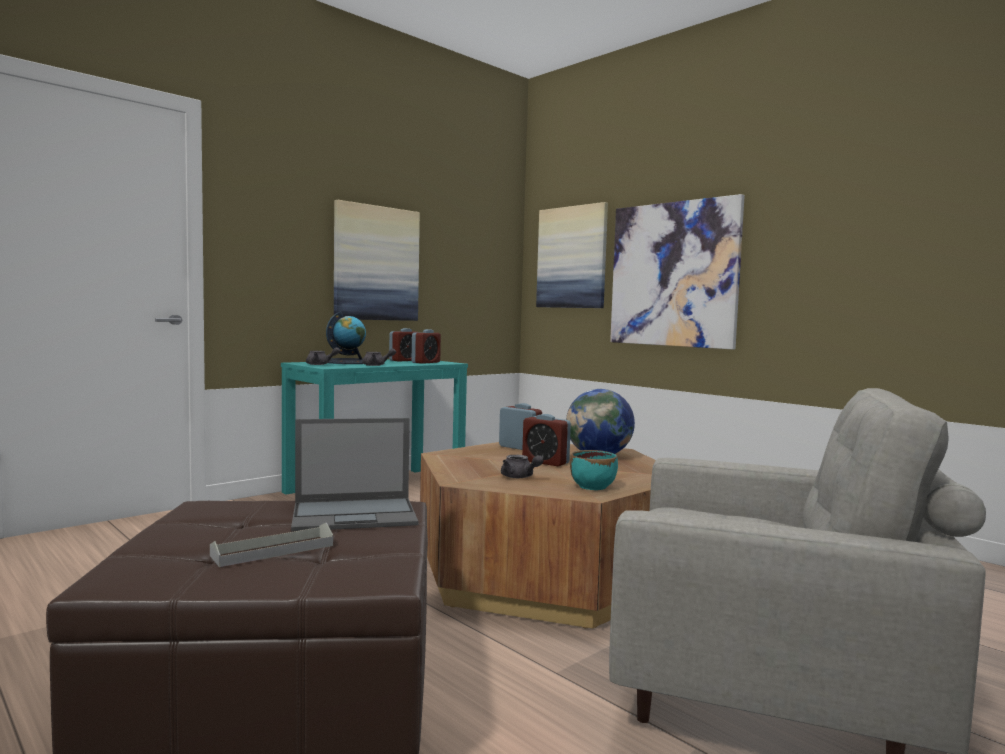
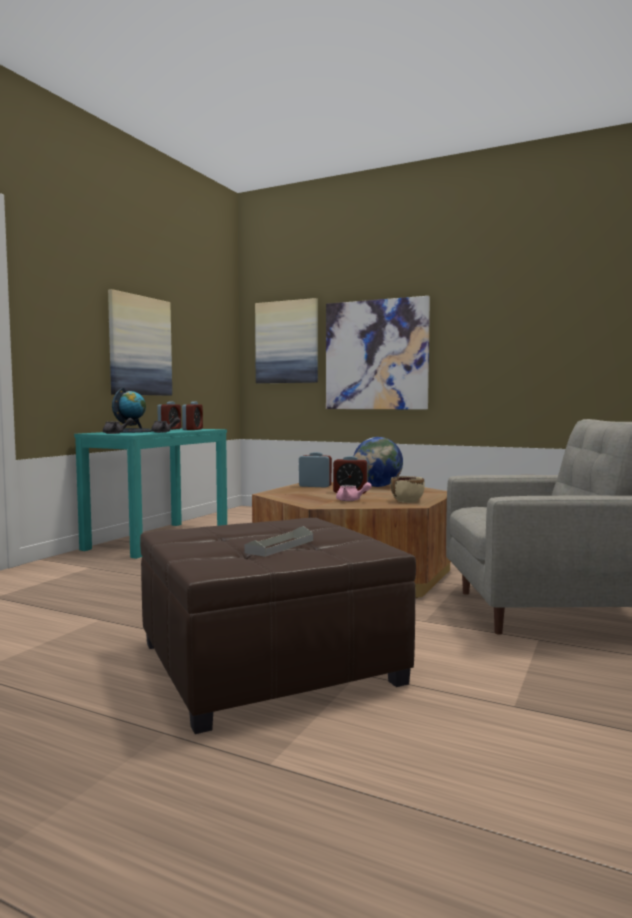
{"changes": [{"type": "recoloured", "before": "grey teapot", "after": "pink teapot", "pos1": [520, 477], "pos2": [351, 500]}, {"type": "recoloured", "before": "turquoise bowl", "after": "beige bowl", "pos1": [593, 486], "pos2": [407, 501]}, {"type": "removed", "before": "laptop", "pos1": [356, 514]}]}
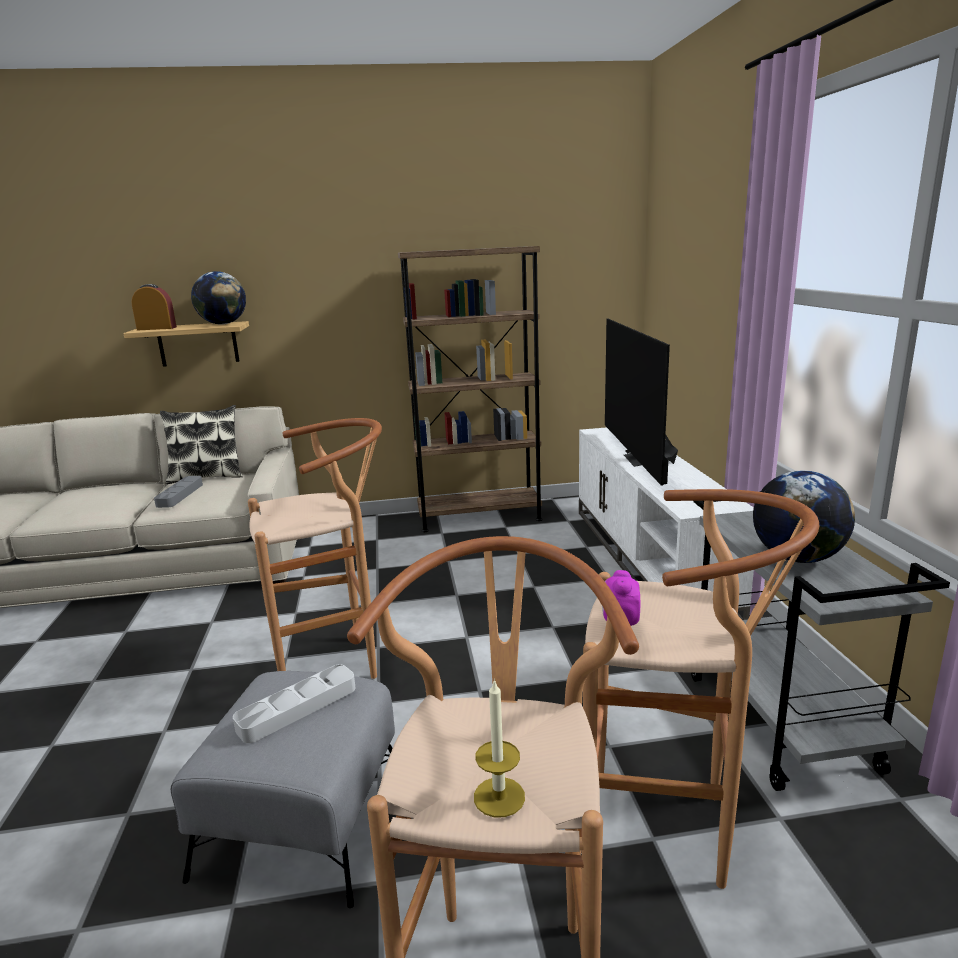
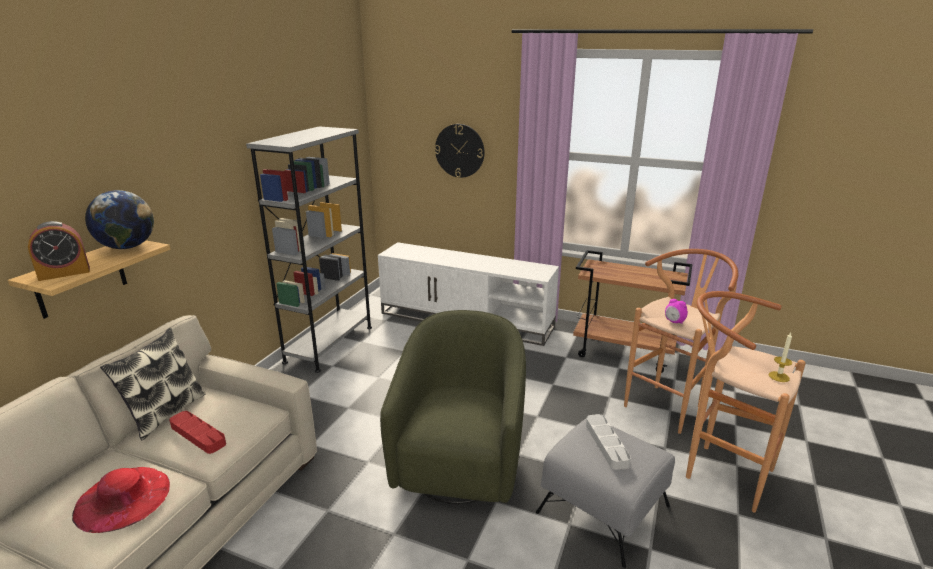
{"changes": [{"type": "turned", "before": "alarm clock", "pos1": [156, 328], "pos2": [64, 273], "turn": -150}, {"type": "added", "after": "red hat", "pos2": [123, 498]}, {"type": "recoloured", "before": "grey tray", "after": "red tray", "pos1": [180, 495], "pos2": [198, 435]}, {"type": "recoloured", "before": "brown bookcase", "after": "grey bookcase", "pos1": [479, 516], "pos2": [329, 344]}, {"type": "replaced", "before": "brown stool", "after": "green armchair", "pos1": [336, 664], "pos2": [460, 460]}, {"type": "added", "after": "wall clock", "pos2": [459, 150]}, {"type": "recoloured", "before": "grey cart", "after": "brown cart", "pos1": [781, 722], "pos2": [624, 352]}, {"type": "removed", "before": "television", "pos1": [641, 460]}, {"type": "removed", "before": "globe", "pos1": [797, 558]}]}
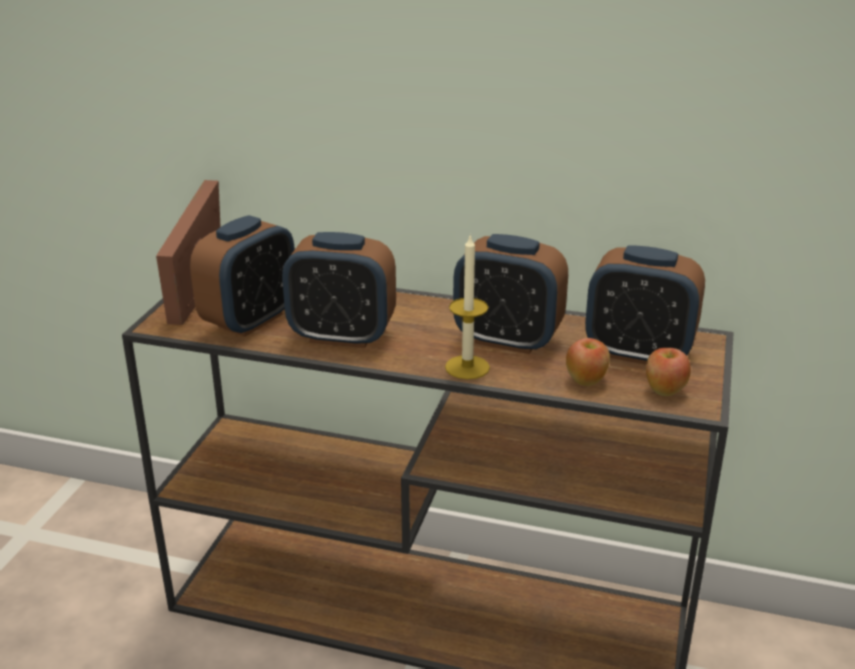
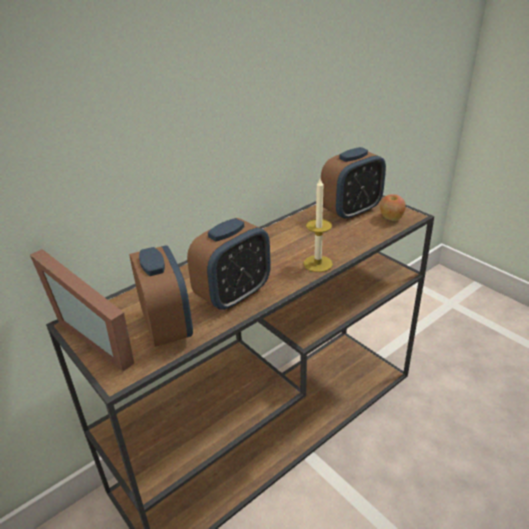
{"changes": [{"type": "removed", "before": "alarm clock", "pos1": [507, 340]}, {"type": "removed", "before": "apple", "pos1": [586, 380]}]}
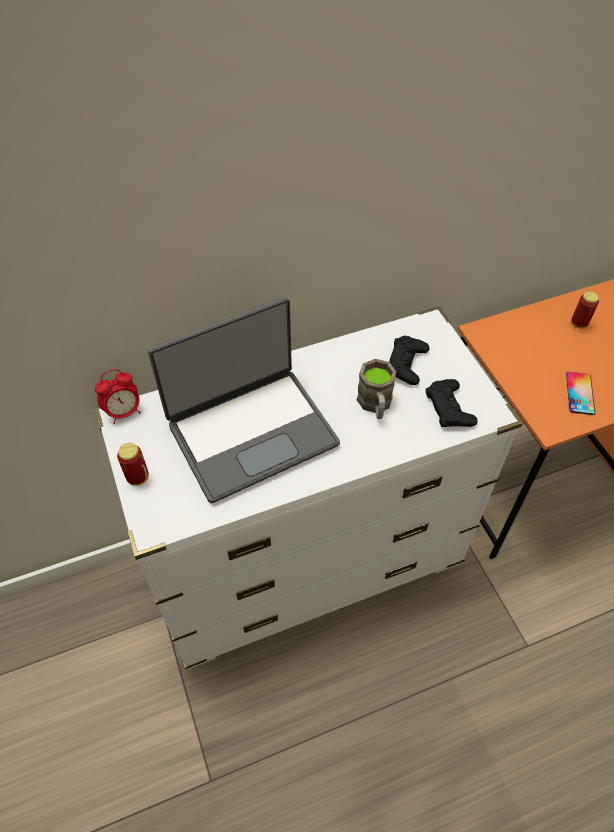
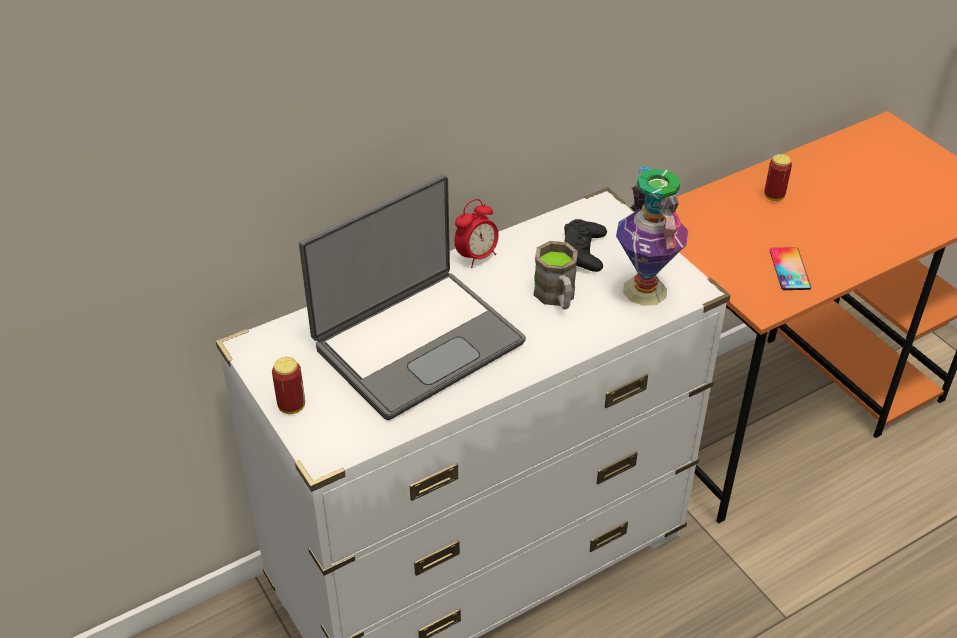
{"changes": [{"type": "moved", "before": "alarm clock", "pos1": [124, 412], "pos2": [477, 256]}, {"type": "replaced", "before": "black game controller", "after": "vase", "pos1": [449, 408], "pos2": [643, 290]}]}
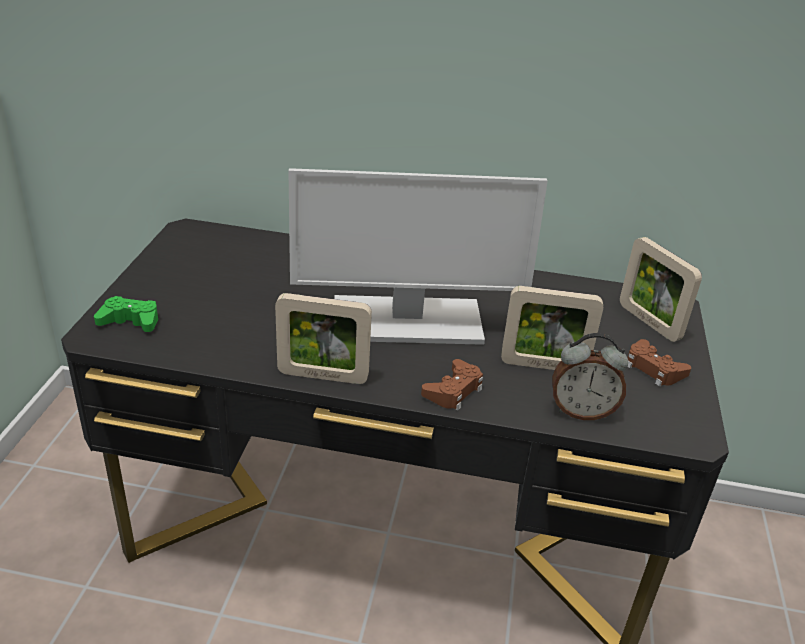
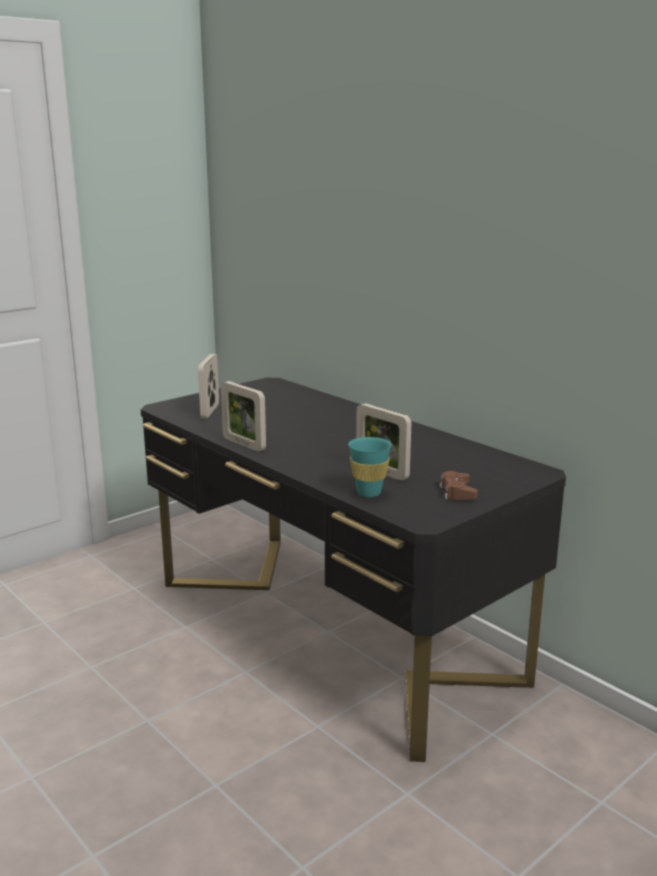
{"changes": [{"type": "moved", "before": "picture frame", "pos1": [649, 322], "pos2": [210, 411]}, {"type": "replaced", "before": "alarm clock", "after": "turquoise cup", "pos1": [581, 411], "pos2": [369, 493]}, {"type": "removed", "before": "green game controller", "pos1": [130, 321]}, {"type": "removed", "before": "monitor", "pos1": [405, 322]}, {"type": "removed", "before": "brown game controller", "pos1": [453, 391]}]}
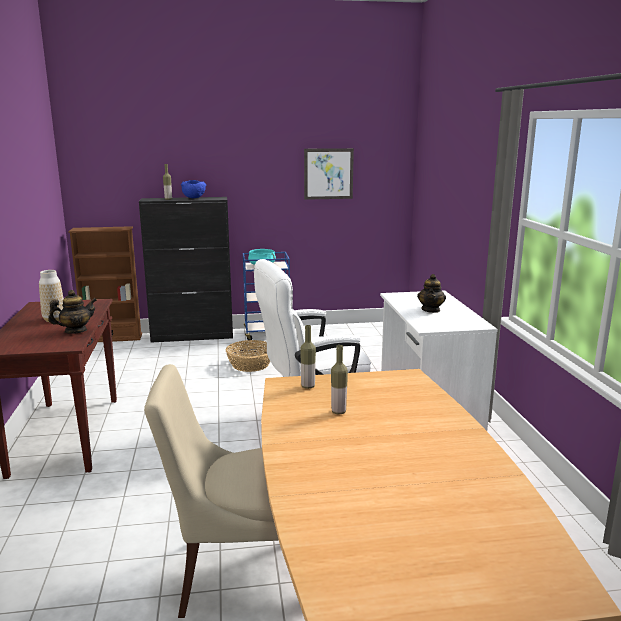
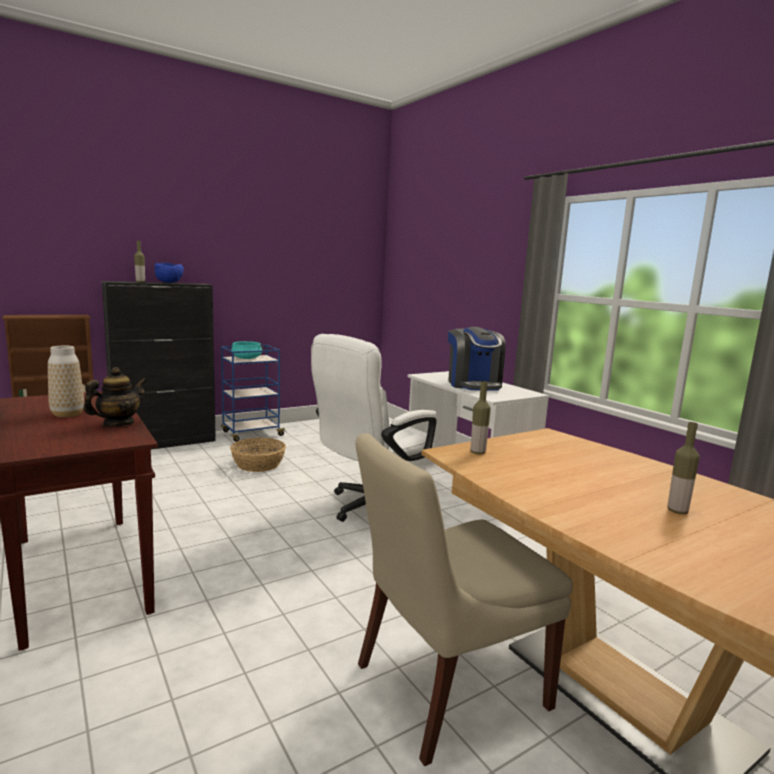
{"changes": [{"type": "replaced", "before": "teapot", "after": "coffee machine", "pos1": [431, 310], "pos2": [473, 384]}, {"type": "moved", "before": "bottle", "pos1": [338, 412], "pos2": [677, 511]}, {"type": "removed", "before": "picture", "pos1": [328, 174]}]}
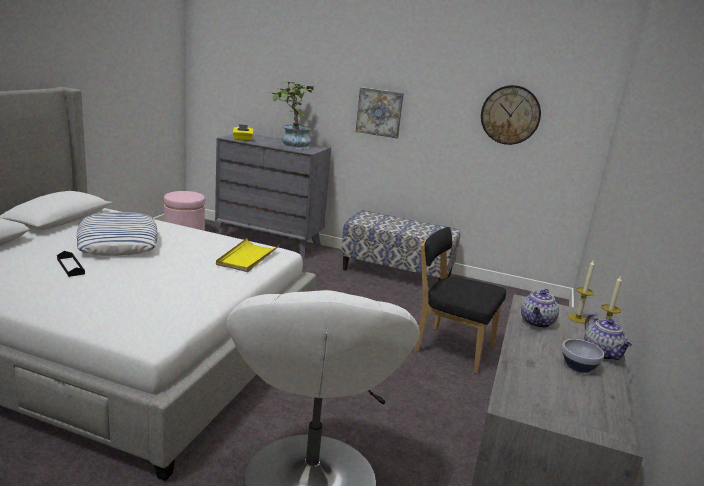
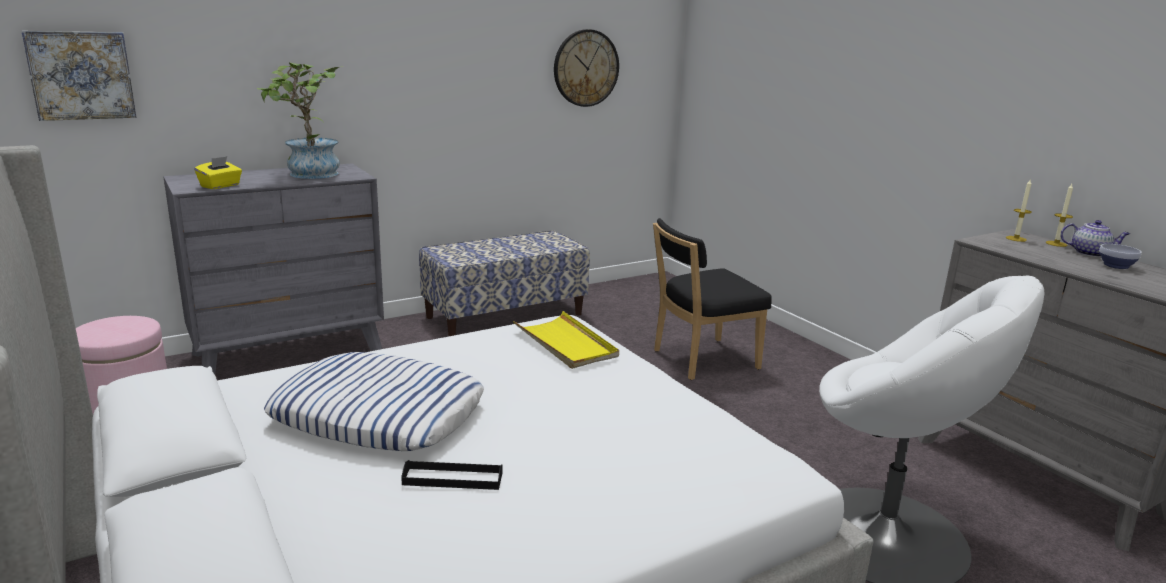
{"changes": [{"type": "moved", "before": "picture", "pos1": [379, 112], "pos2": [81, 75]}, {"type": "removed", "before": "teapot", "pos1": [537, 323]}]}
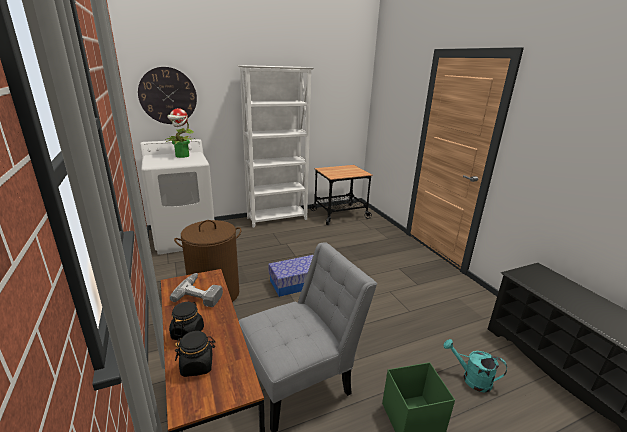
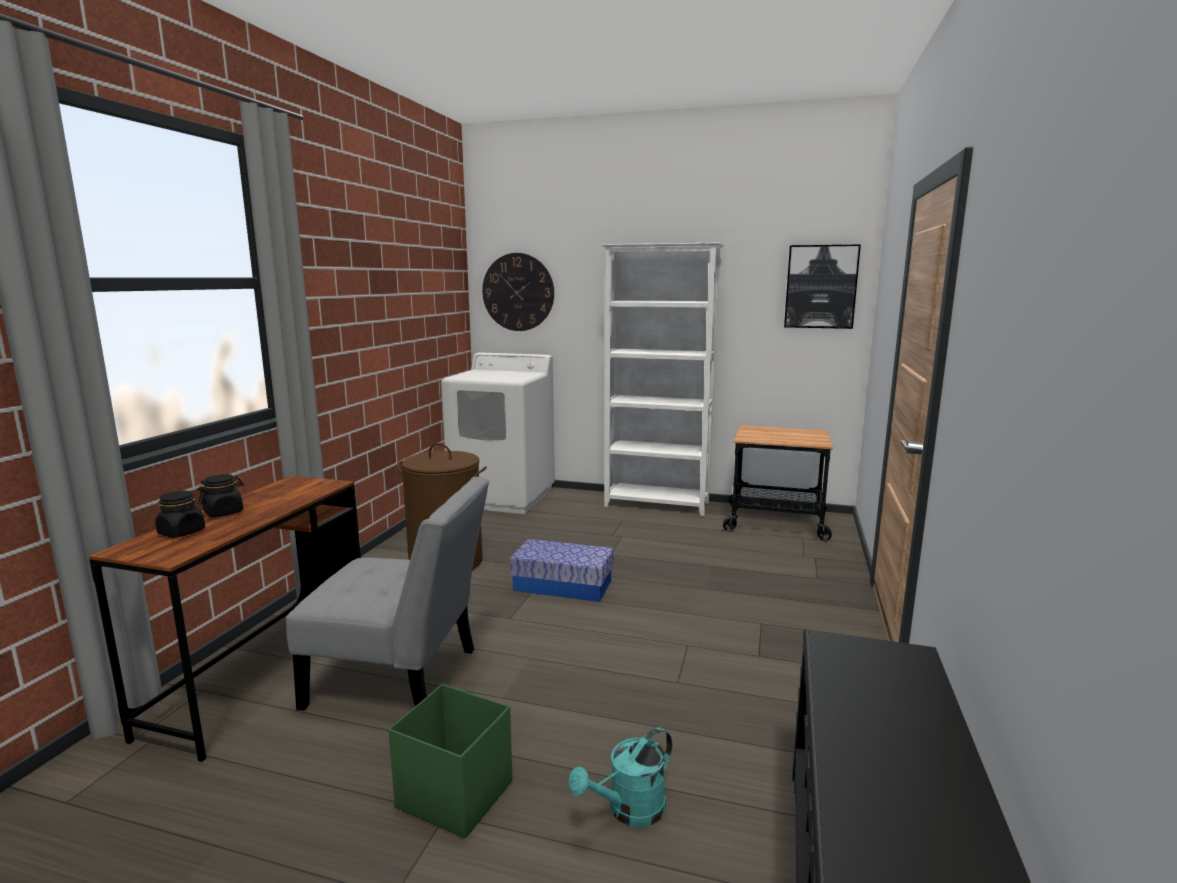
{"changes": [{"type": "turned", "before": "turquoise watering can", "pos1": [471, 378], "pos2": [629, 811], "turn": -105}, {"type": "added", "after": "picture", "pos2": [821, 287]}, {"type": "removed", "before": "potted plant", "pos1": [182, 156]}, {"type": "removed", "before": "power drill", "pos1": [201, 293]}]}
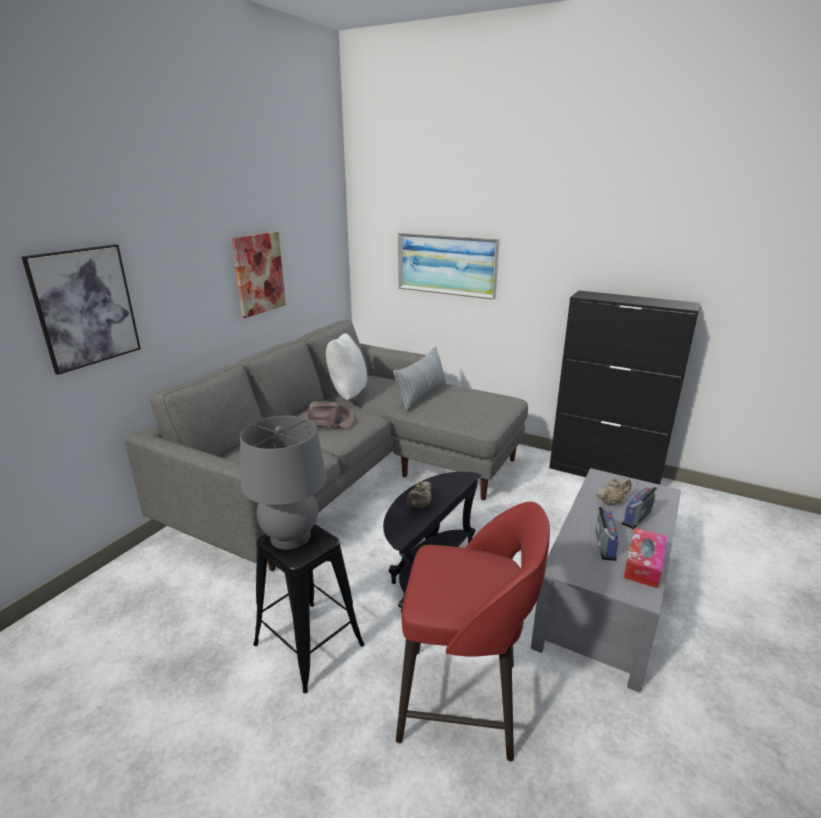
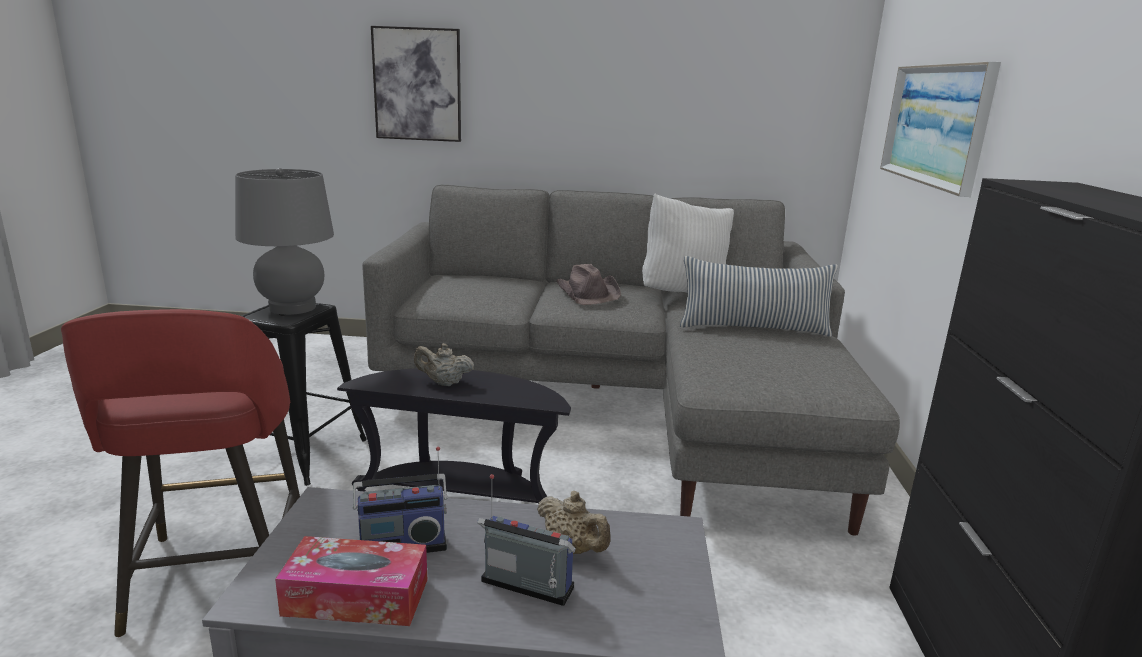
{"changes": [{"type": "removed", "before": "picture", "pos1": [258, 273]}]}
